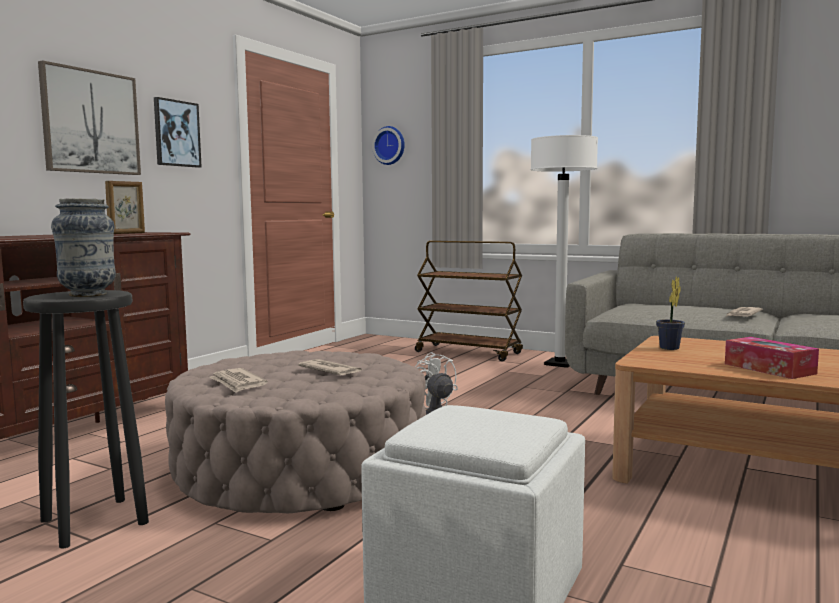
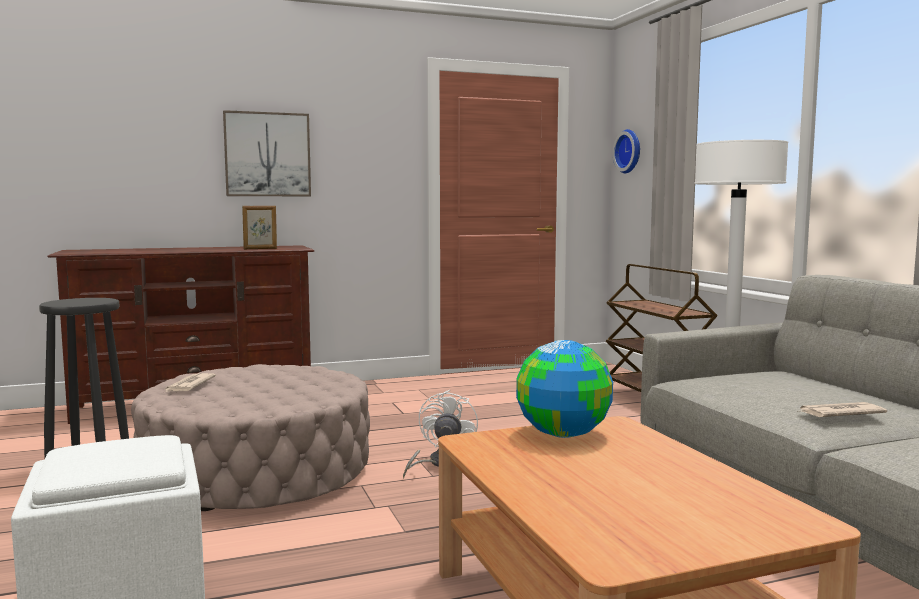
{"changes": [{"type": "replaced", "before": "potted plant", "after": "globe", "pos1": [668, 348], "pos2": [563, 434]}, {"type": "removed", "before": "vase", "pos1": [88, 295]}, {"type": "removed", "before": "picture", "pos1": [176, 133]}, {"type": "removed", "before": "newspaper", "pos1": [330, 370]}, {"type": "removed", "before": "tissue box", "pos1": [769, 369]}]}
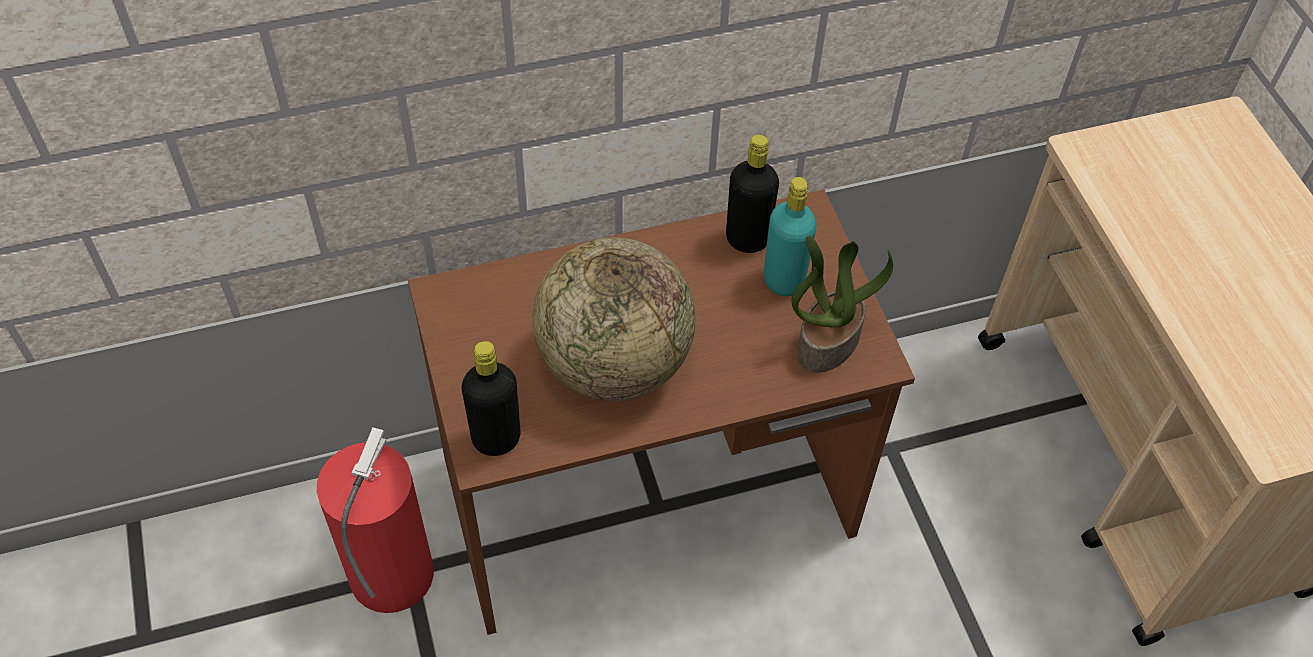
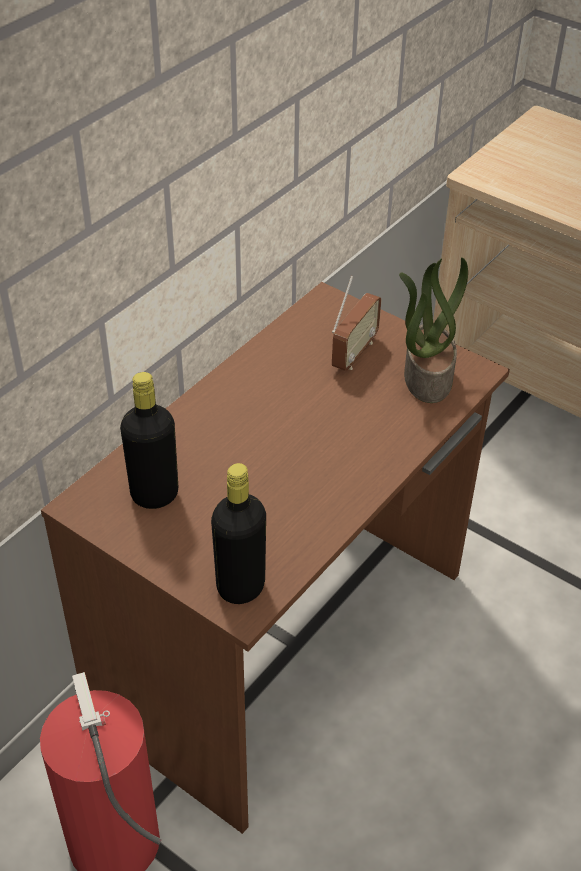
{"changes": [{"type": "moved", "before": "black bottle", "pos1": [747, 239], "pos2": [154, 494]}, {"type": "replaced", "before": "turquoise bottle", "after": "radio", "pos1": [783, 280], "pos2": [354, 353]}, {"type": "removed", "before": "globe", "pos1": [614, 364]}]}
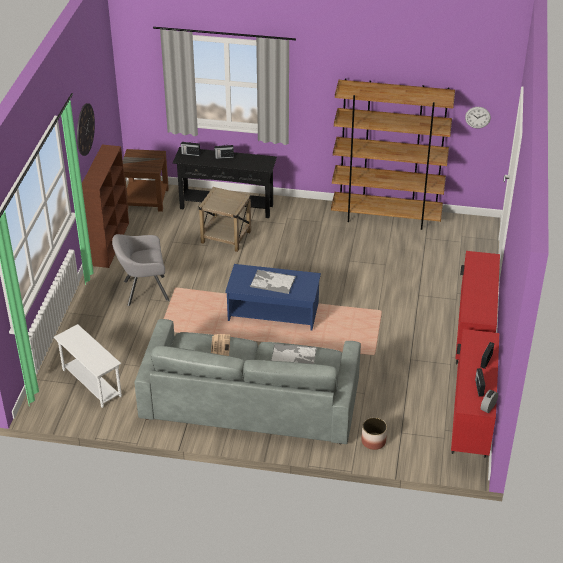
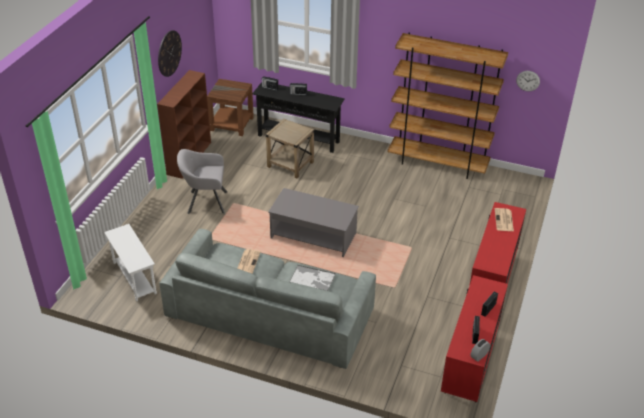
{"changes": [{"type": "recoloured", "before": "blue coffee table", "after": "grey coffee table", "pos1": [273, 311], "pos2": [313, 235]}, {"type": "added", "after": "newspaper", "pos2": [504, 220]}, {"type": "removed", "before": "tray", "pos1": [272, 282]}, {"type": "removed", "before": "planter", "pos1": [373, 441]}]}
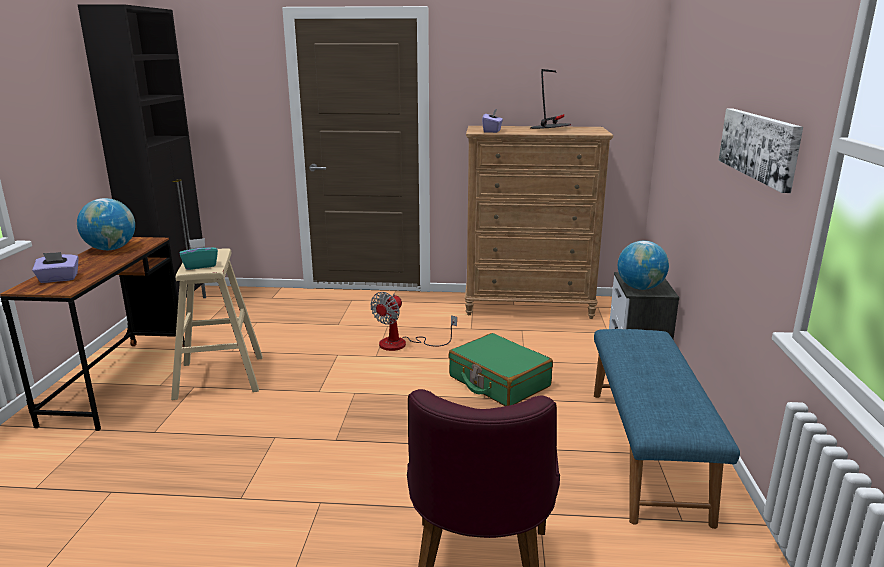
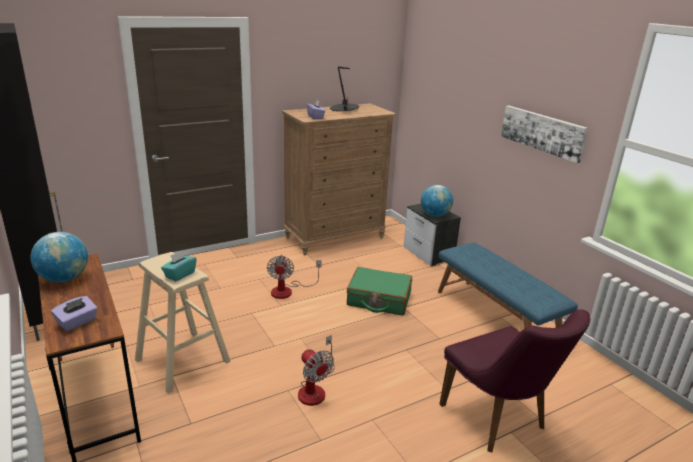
{"changes": [{"type": "added", "after": "fan", "pos2": [315, 388]}]}
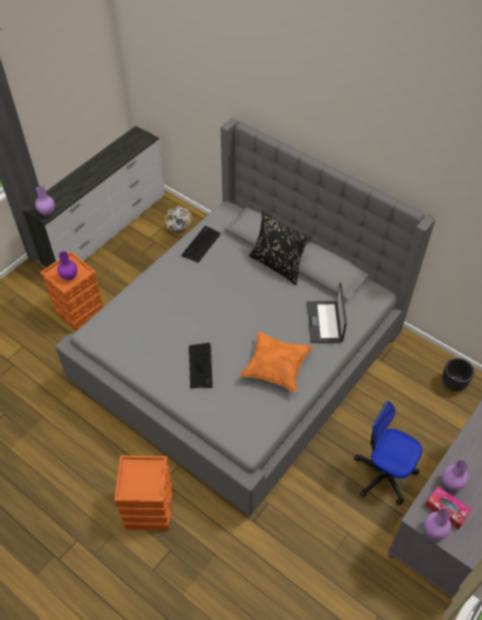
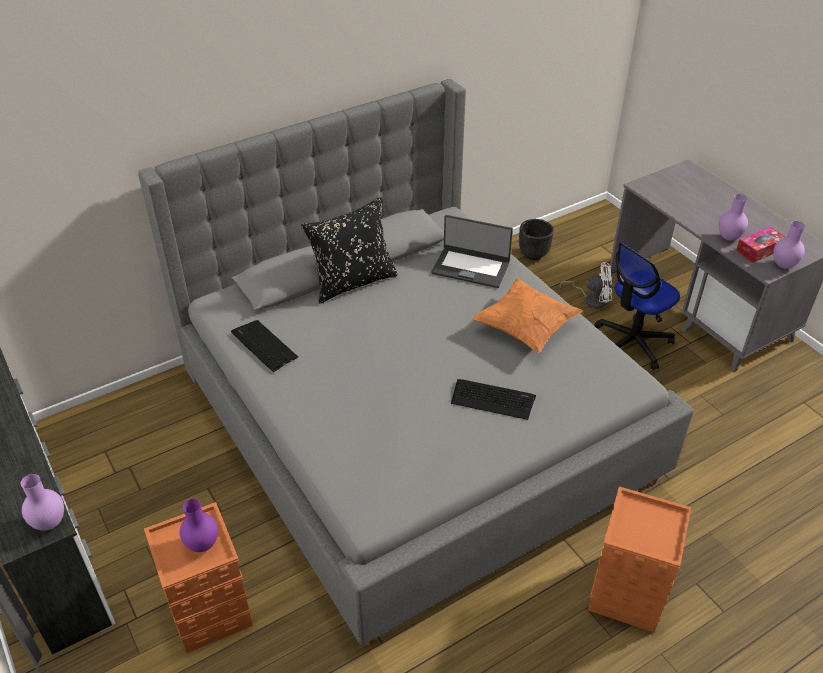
{"changes": [{"type": "moved", "before": "white fan", "pos1": [180, 226], "pos2": [591, 299]}]}
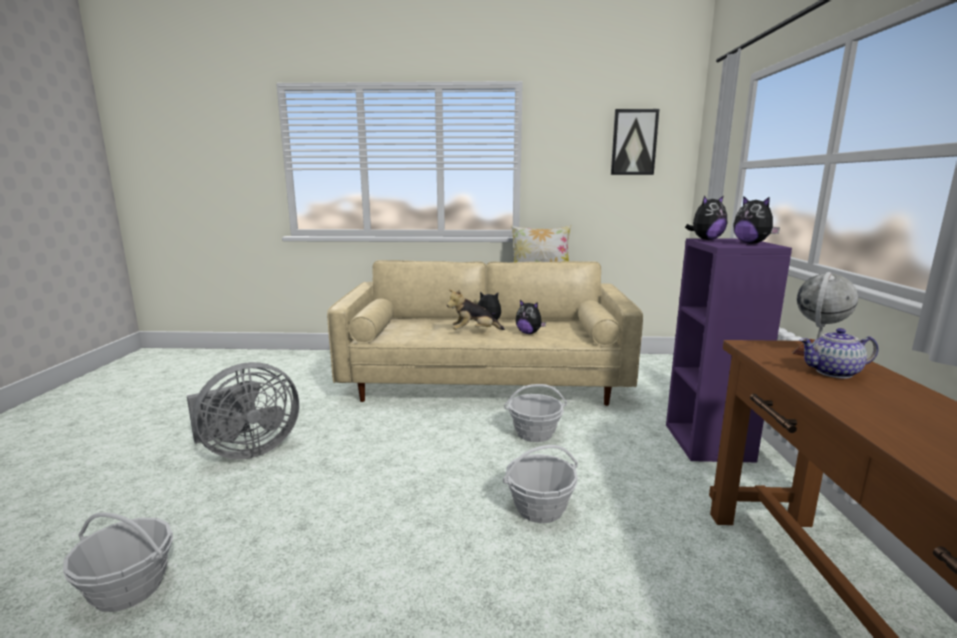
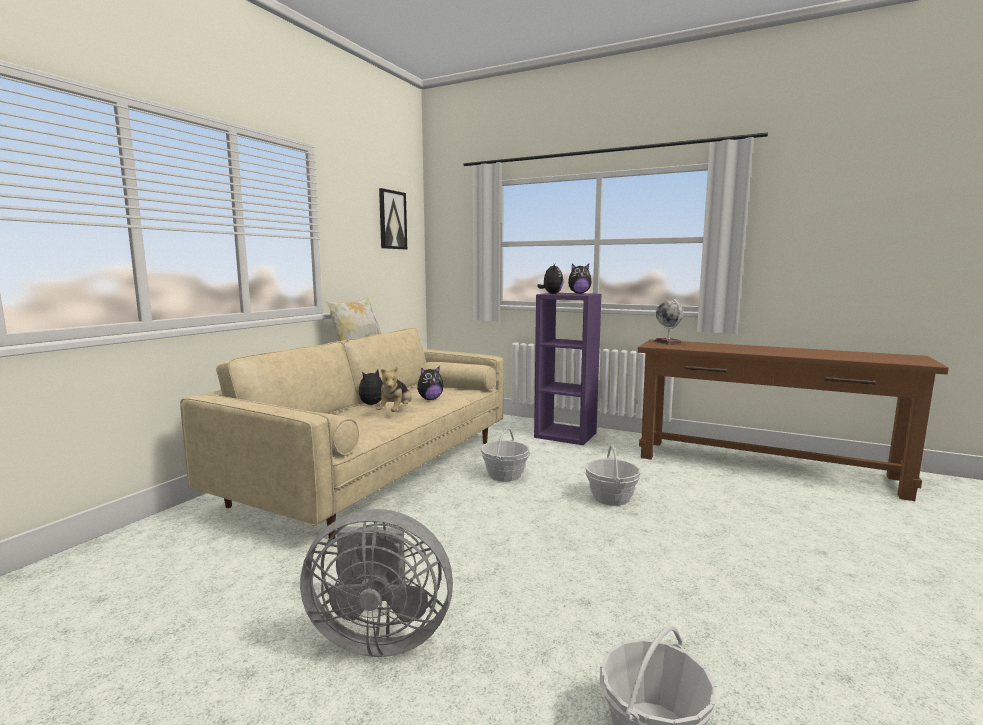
{"changes": [{"type": "turned", "before": "grey fan", "pos1": [247, 450], "pos2": [379, 636], "turn": 105}, {"type": "removed", "before": "teapot", "pos1": [833, 373]}]}
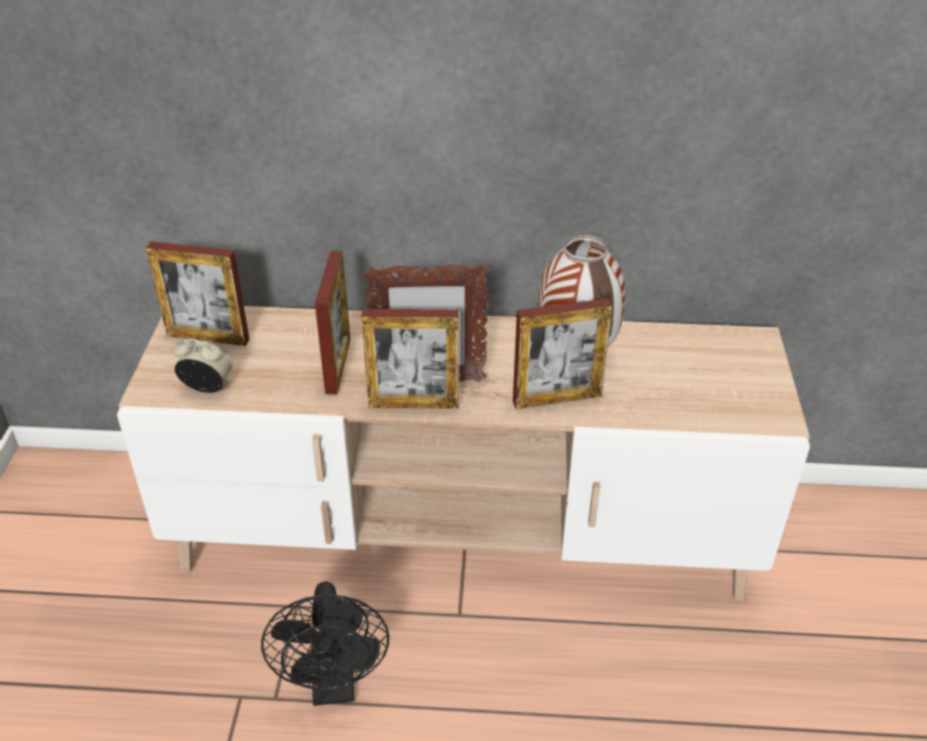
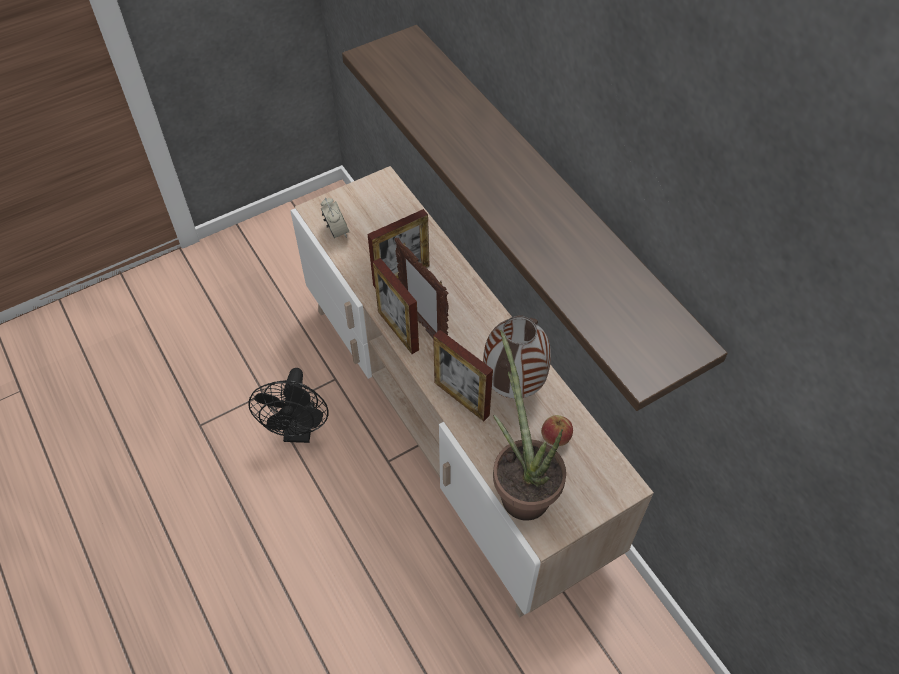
{"changes": [{"type": "turned", "before": "black fan", "pos1": [334, 685], "pos2": [299, 431], "turn": -45}, {"type": "added", "after": "shelf", "pos2": [546, 198]}, {"type": "added", "after": "potted plant", "pos2": [521, 488]}, {"type": "added", "after": "apple", "pos2": [555, 437]}, {"type": "removed", "before": "picture frame", "pos1": [208, 337]}]}
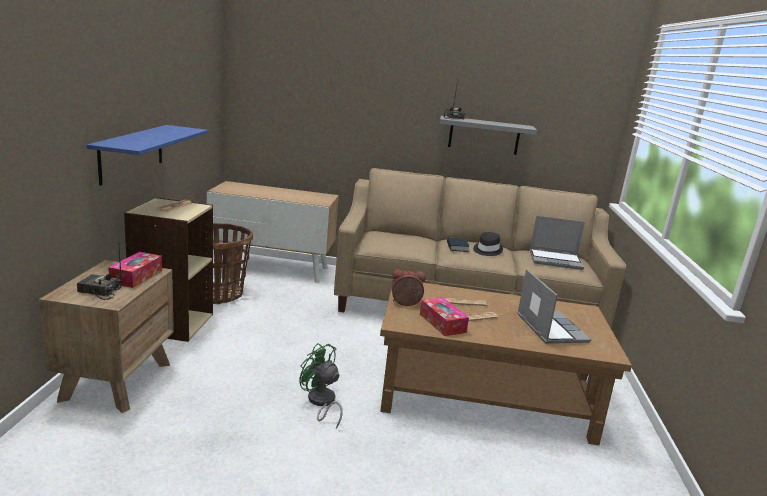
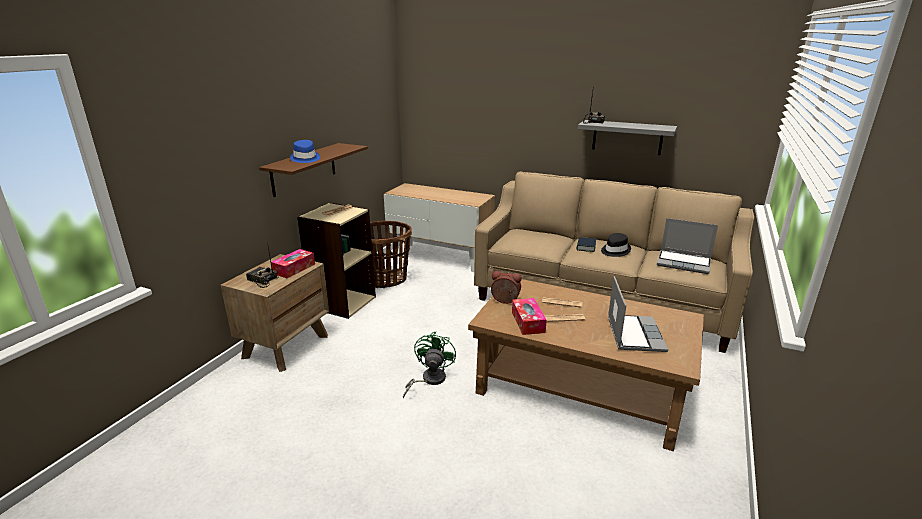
{"changes": [{"type": "recoloured", "before": "blue shelf", "after": "brown shelf", "pos1": [132, 153], "pos2": [304, 169]}, {"type": "added", "after": "blue hat", "pos2": [305, 159]}, {"type": "turned", "before": "green fan", "pos1": [321, 403], "pos2": [429, 380], "turn": 45}]}
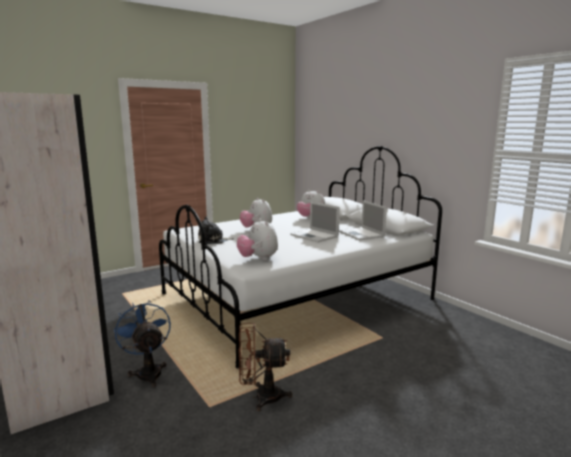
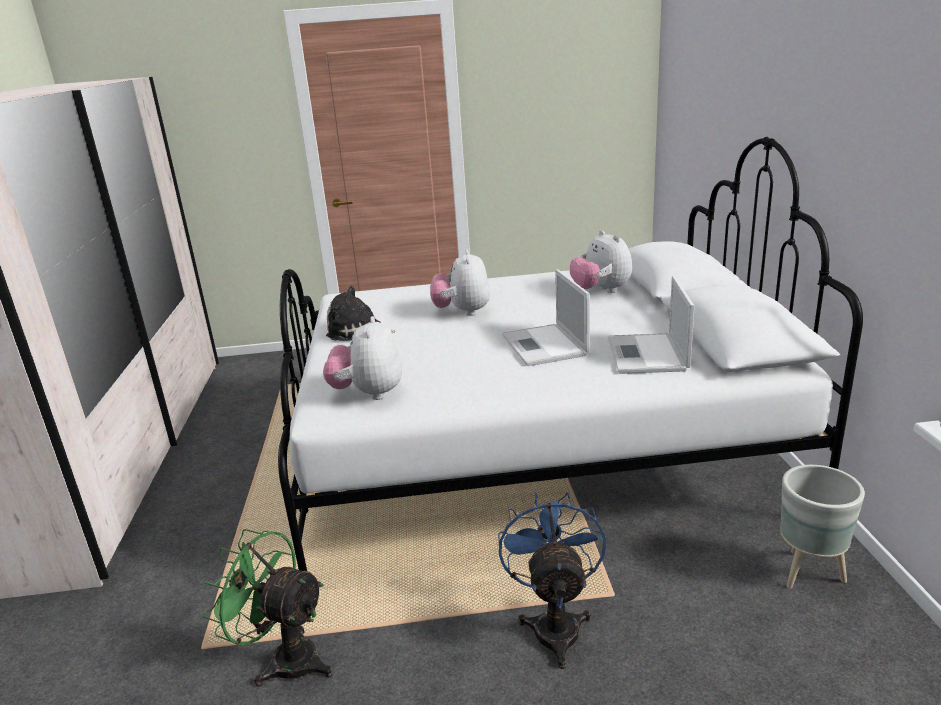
{"changes": [{"type": "recoloured", "before": "brown fan", "after": "green fan", "pos1": [261, 397], "pos2": [285, 659]}, {"type": "moved", "before": "blue fan", "pos1": [148, 372], "pos2": [555, 624]}, {"type": "added", "after": "grey planter", "pos2": [809, 574]}]}
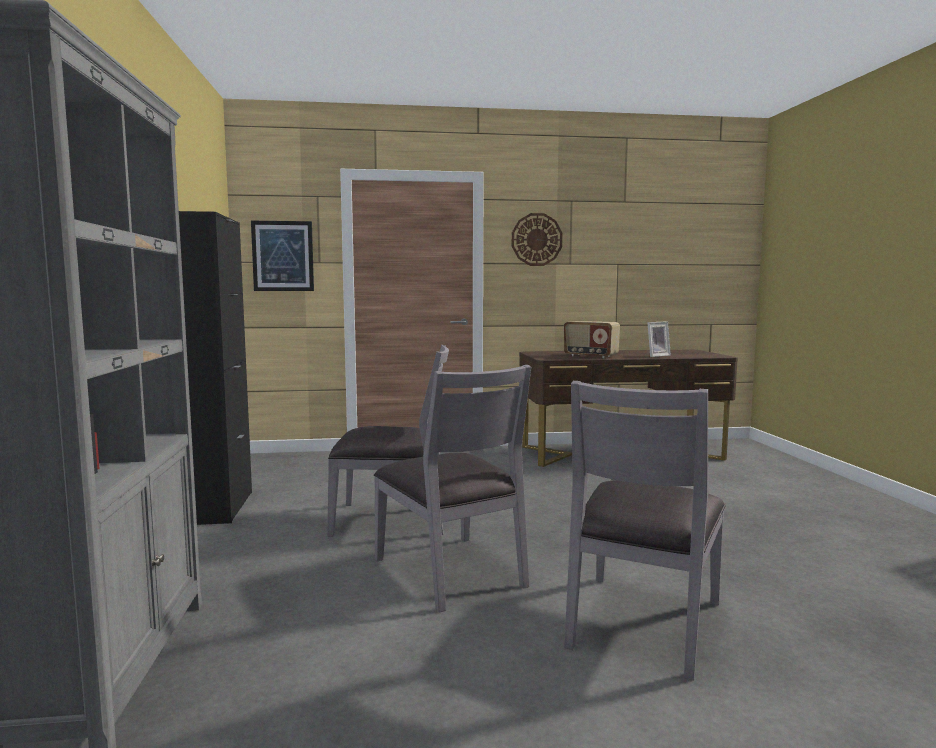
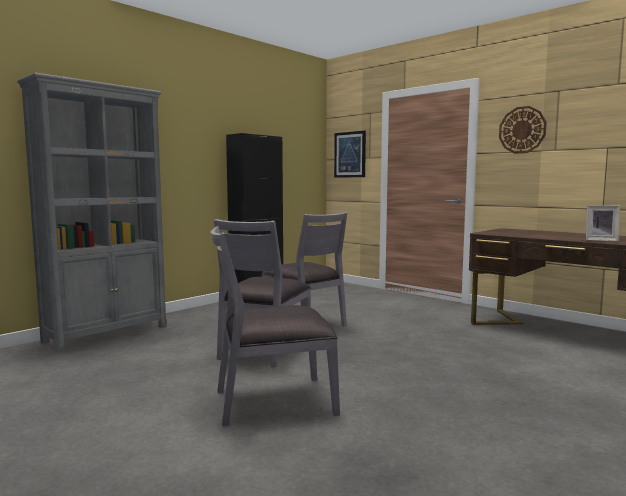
{"changes": [{"type": "removed", "before": "radio", "pos1": [590, 356]}]}
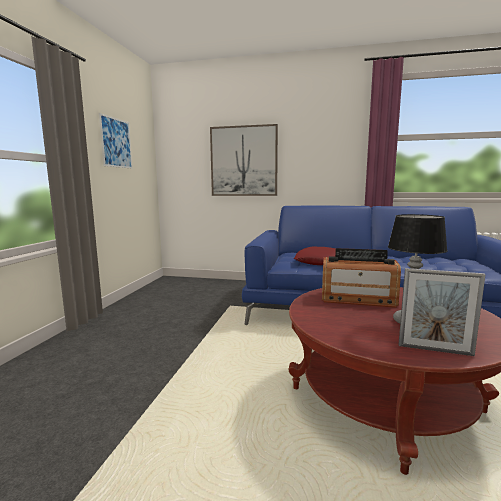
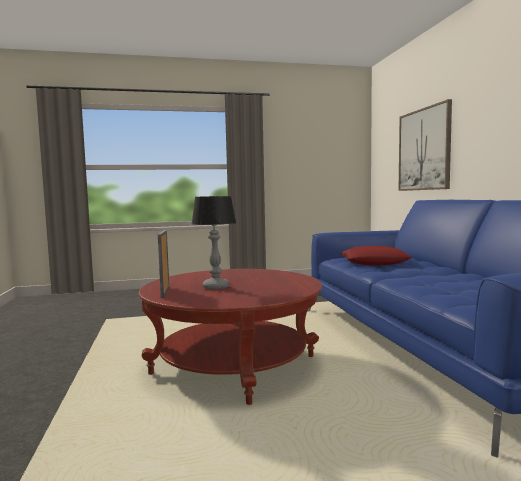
{"changes": [{"type": "removed", "before": "picture", "pos1": [116, 143]}, {"type": "removed", "before": "radio", "pos1": [357, 299]}]}
